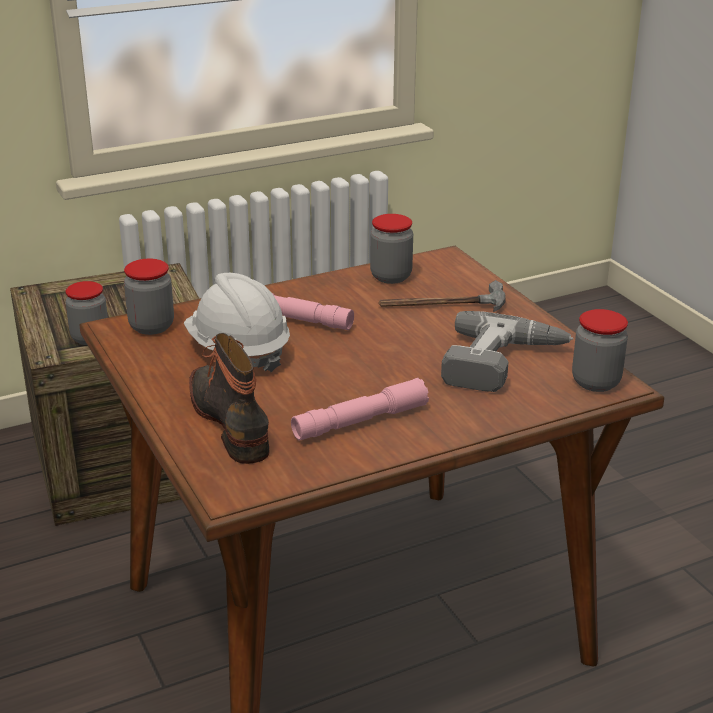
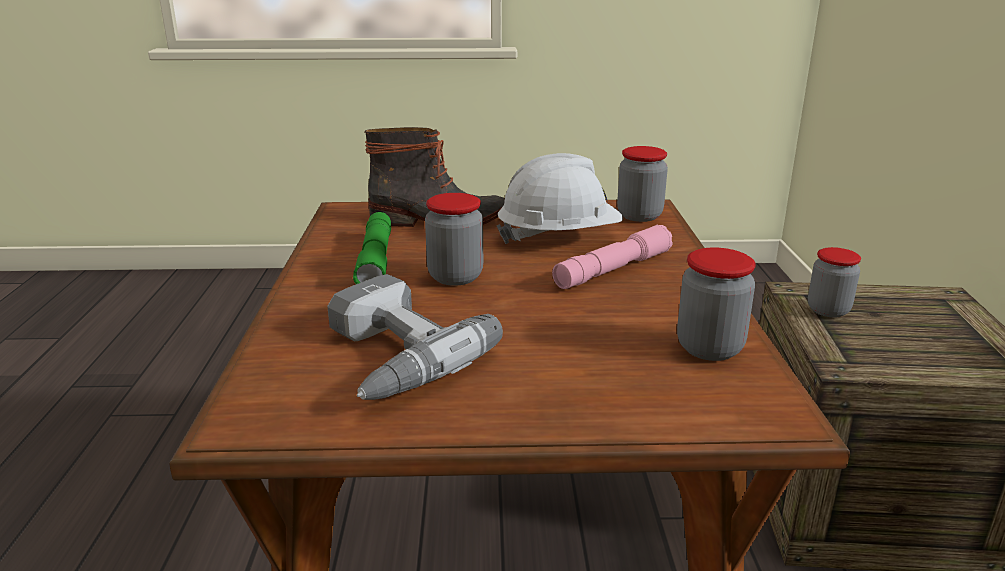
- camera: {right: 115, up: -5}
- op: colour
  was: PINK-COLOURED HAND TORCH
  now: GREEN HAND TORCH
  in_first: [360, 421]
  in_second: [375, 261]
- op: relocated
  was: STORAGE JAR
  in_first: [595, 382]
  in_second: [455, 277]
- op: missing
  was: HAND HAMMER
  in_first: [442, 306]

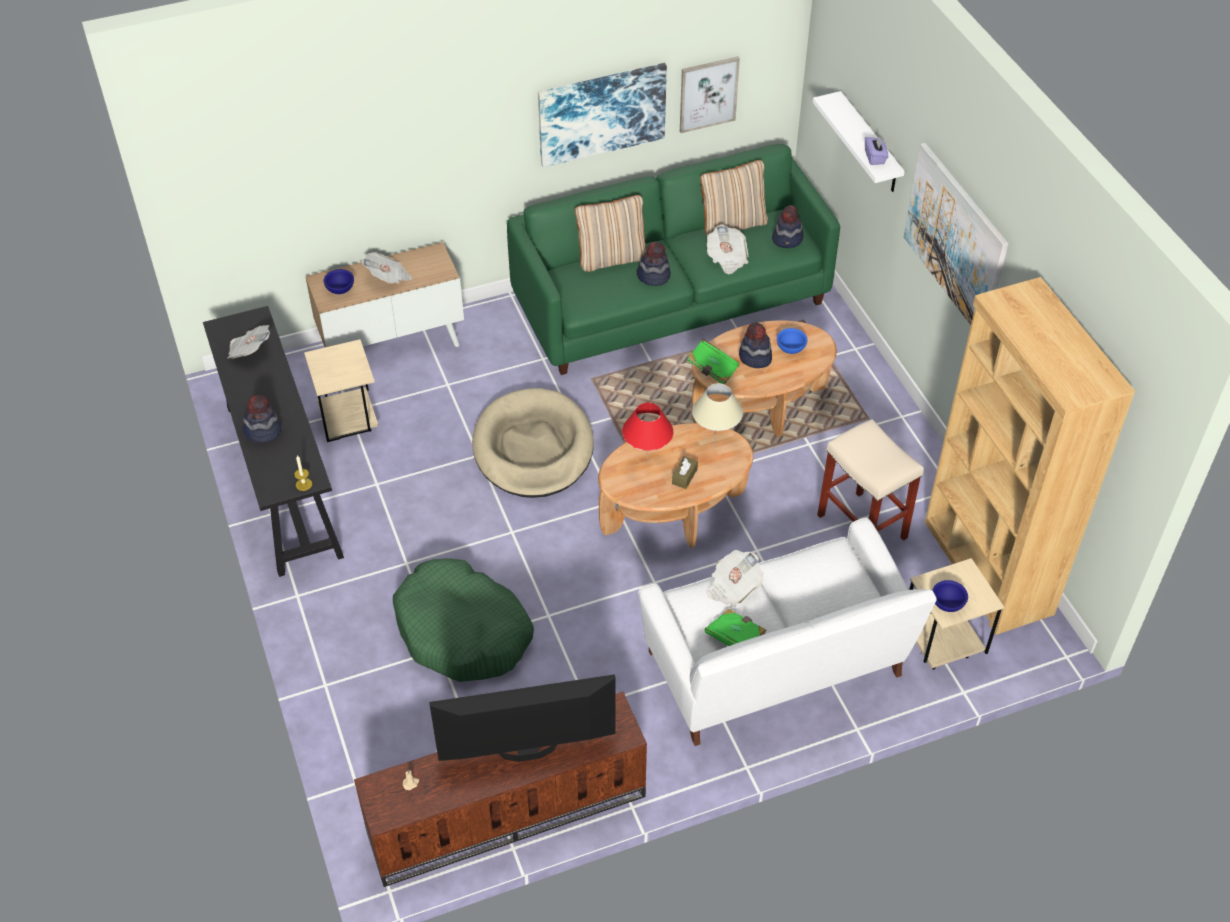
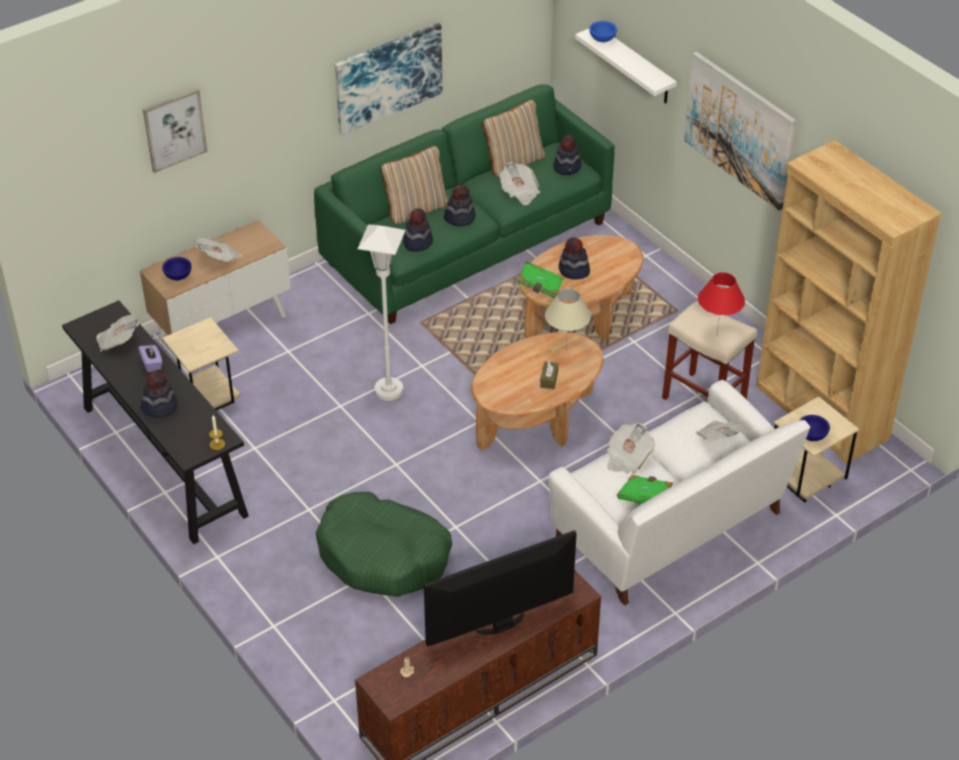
- camera: {right: -15, up: -5}
- op: relocated
  was: PURPLISH TISSUE BOX
  in_first: [875, 157]
  in_second: [152, 364]
- op: relocated
  was: WALL ART
  in_first: [708, 94]
  in_second: [174, 129]
- op: exchanged
  was: BEIGE-COLOURED DOG CUSHION
  now: WHITE-COLOURED STANDARD LAMP
  in_first: [533, 448]
  in_second: [388, 390]
- op: appeared
  now: CLOTHING HAT
  in_second: [417, 242]
- op: relocated
  was: BLUE-COLOURED DEEP DISH
  in_first: [790, 349]
  in_second: [602, 39]
- op: appeared
  now: PRINTED PAPER
  in_second: [719, 438]
- op: relocated
  was: REDDISH TABLETOP LAMP
  in_first: [647, 465]
  in_second: [716, 335]

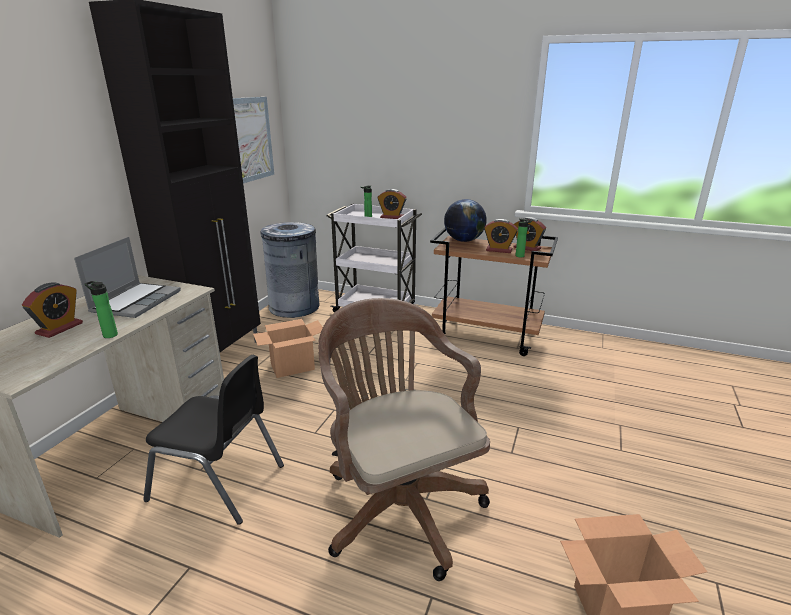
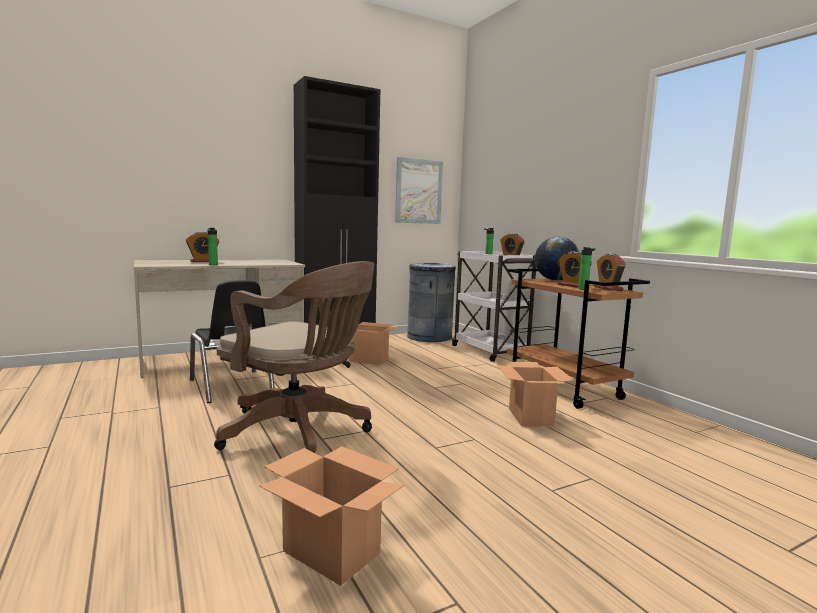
- camera: {right: 40, up: -15}
- op: spun
  was: BROWN-COLOURED DESK CHAIR
  in_first: [399, 503]
  in_second: [301, 433]
  clockwise: 105
- op: appeared
  now: PACKING BOX
  in_second: [530, 417]
- op: missing
  was: NOTEBOOK COMPUTER
  in_first: [136, 301]

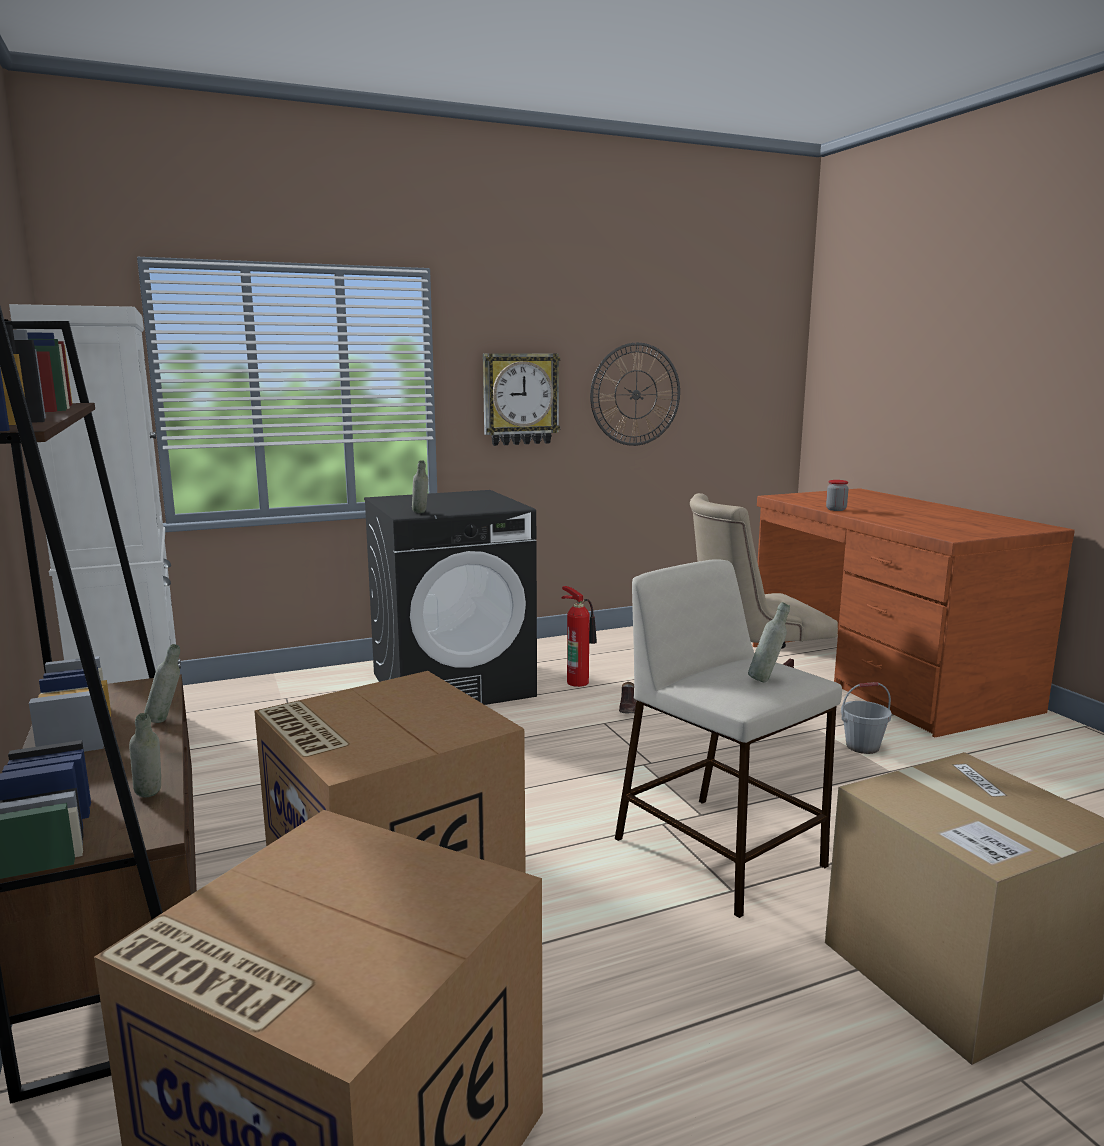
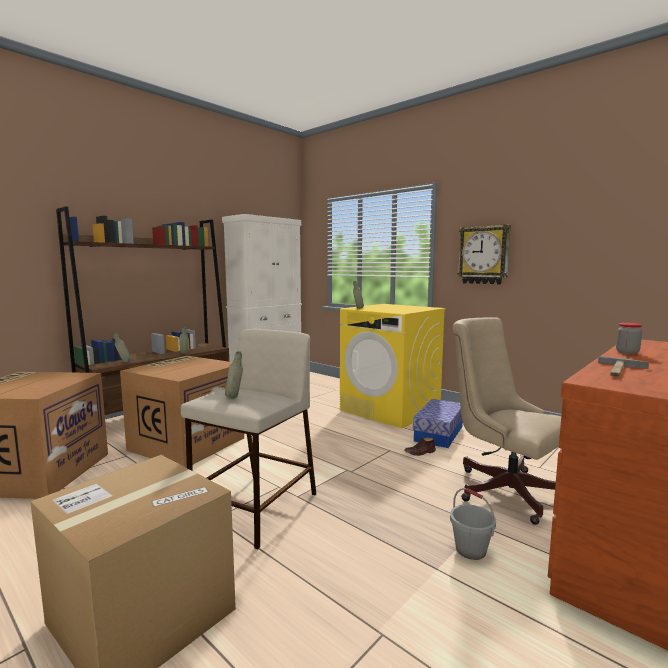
- camera: {right: 65, up: -5}
- op: colour
  was: BLACKISH LAUNDRY APPLIANCE
  now: YELLOW LAUNDRY APPLIANCE
  in_first: [453, 684]
  in_second: [390, 410]
- op: exchanged
  was: EXTINGUISHER
  now: STORAGE CONTAINER
  in_first: [578, 681]
  in_second: [439, 433]
- op: appeared
  now: HAND HAMMER
  in_second: [619, 371]
- op: missing
  was: WALL CLOCK
  in_first: [635, 394]

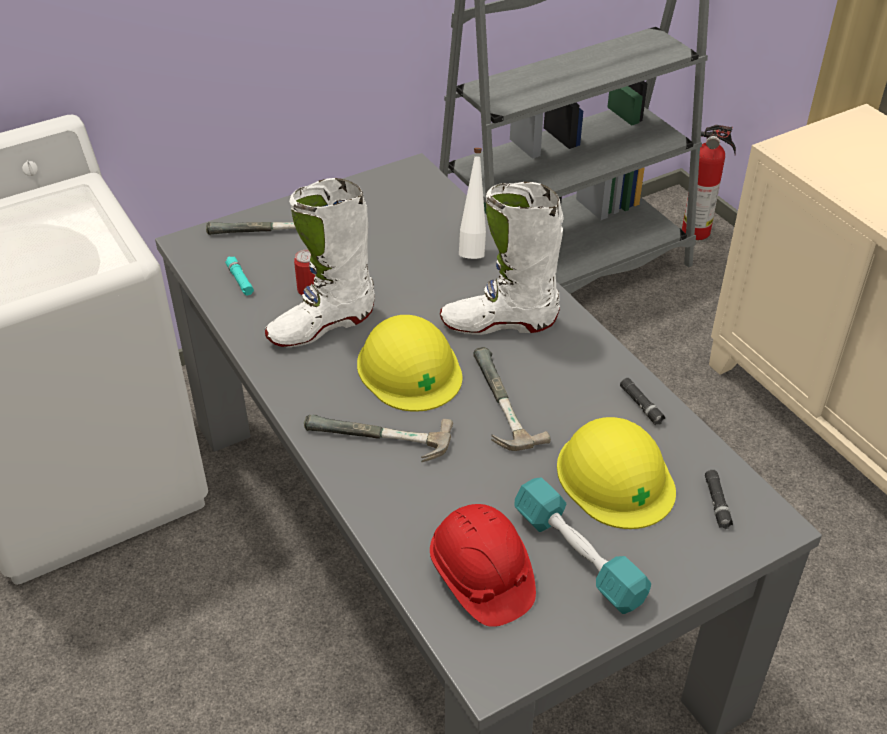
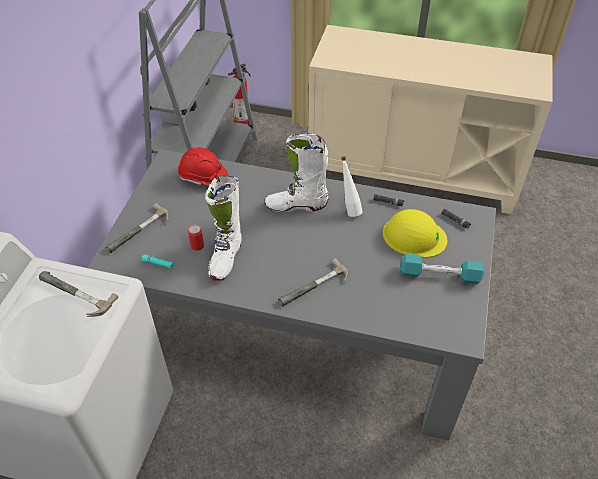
- camera: {right: -45, up: 5}
- op: relocated
  was: HAND HAMMER
  in_first: [495, 403]
  in_second: [73, 297]
- op: relocated
  was: REDDISH SAFETY HELMET
  in_first: [481, 578]
  in_second: [203, 178]
- op: spun
  was: WHITE-COLOURED TALL BOOT
  in_first: [499, 323]
  in_second: [296, 205]
  clockwise: 45
- op: relocated
  was: WHITE-COLOURED BEVERAGE BOTTLE
  in_first: [473, 249]
  in_second: [349, 209]
- op: missing
  was: YELLOW SAFETY HELMET
  in_first: [409, 368]

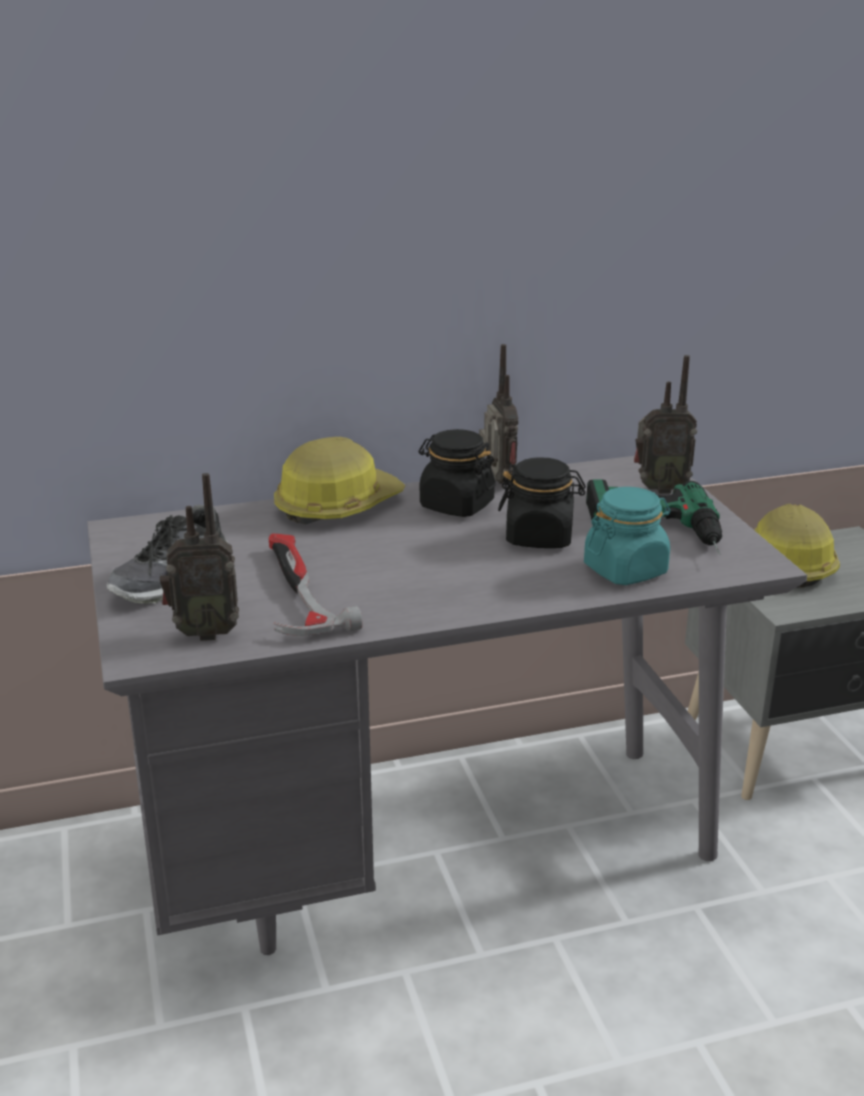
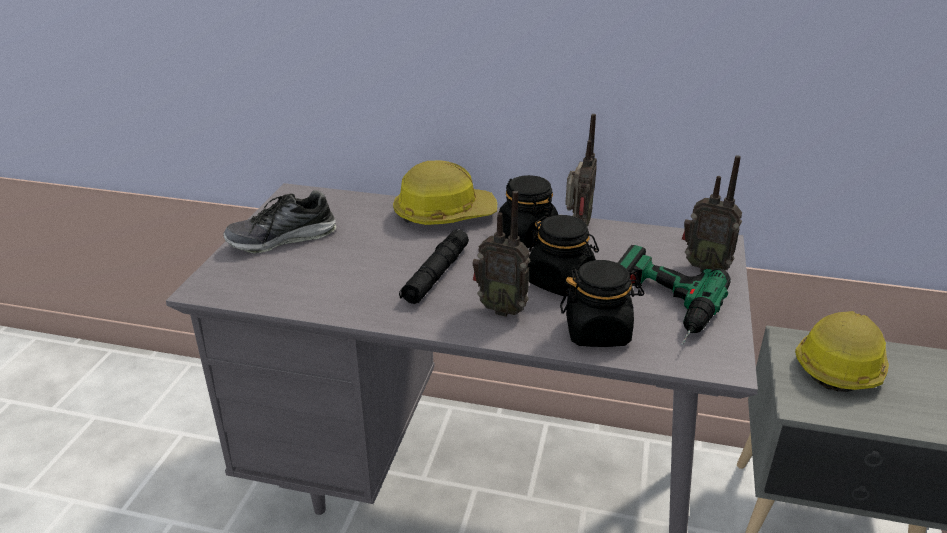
- camera: {right: 30, up: 5}
- op: appeared
  now: BLACKISH HAND TORCH
  in_second: [436, 275]
- op: relocated
  was: RADIO
  in_first: [204, 633]
  in_second: [502, 308]
- op: colour
  was: BLUE-GREEN STORAGE JAR
  now: BLACKISH STORAGE JAR
  in_first: [625, 570]
  in_second: [598, 332]
- op: missing
  was: HAND HAMMER
  in_first: [296, 591]

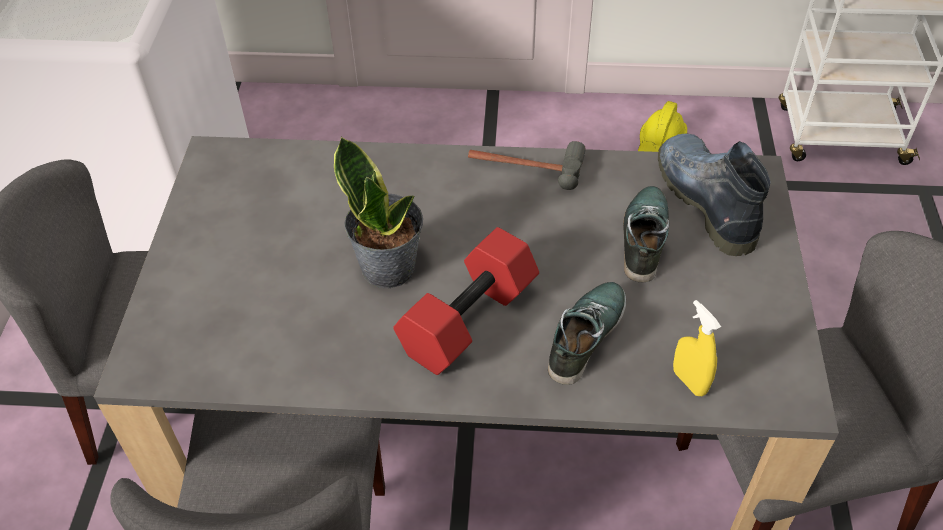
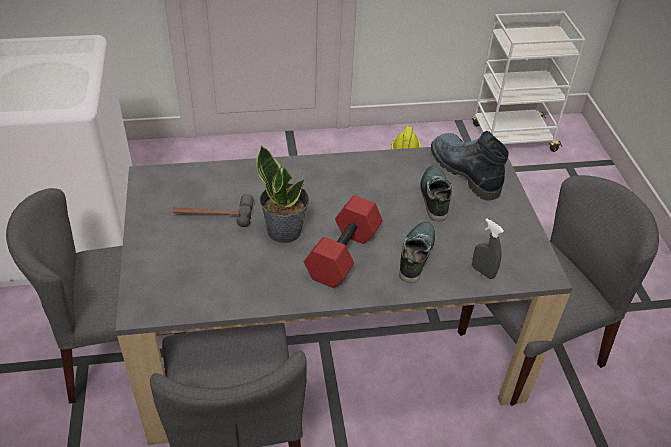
- camera: {right: -15, up: -5}
- op: relocated
  was: HAND HAMMER
  in_first: [525, 166]
  in_second: [213, 214]
- op: colour
  was: YELLOW HAND SPRAYER
  now: GREYISH HAND SPRAYER
  in_first: [689, 381]
  in_second: [483, 272]

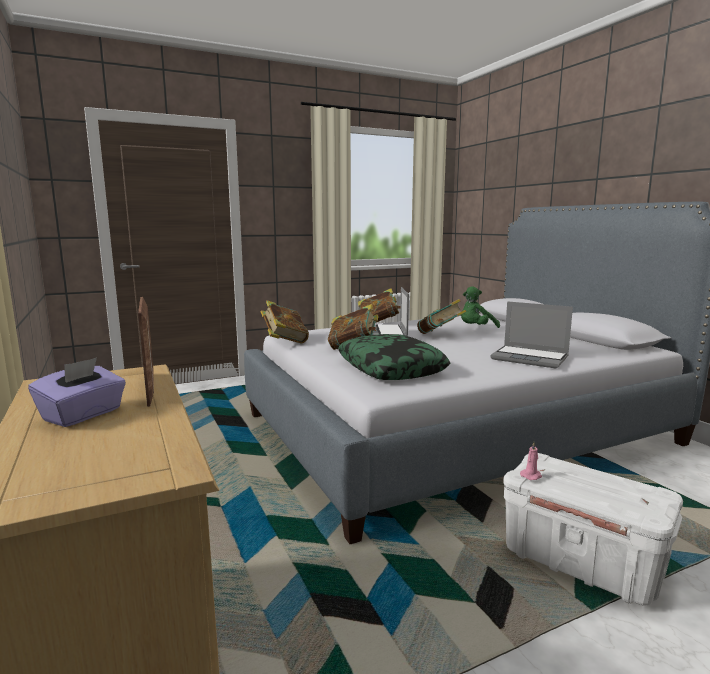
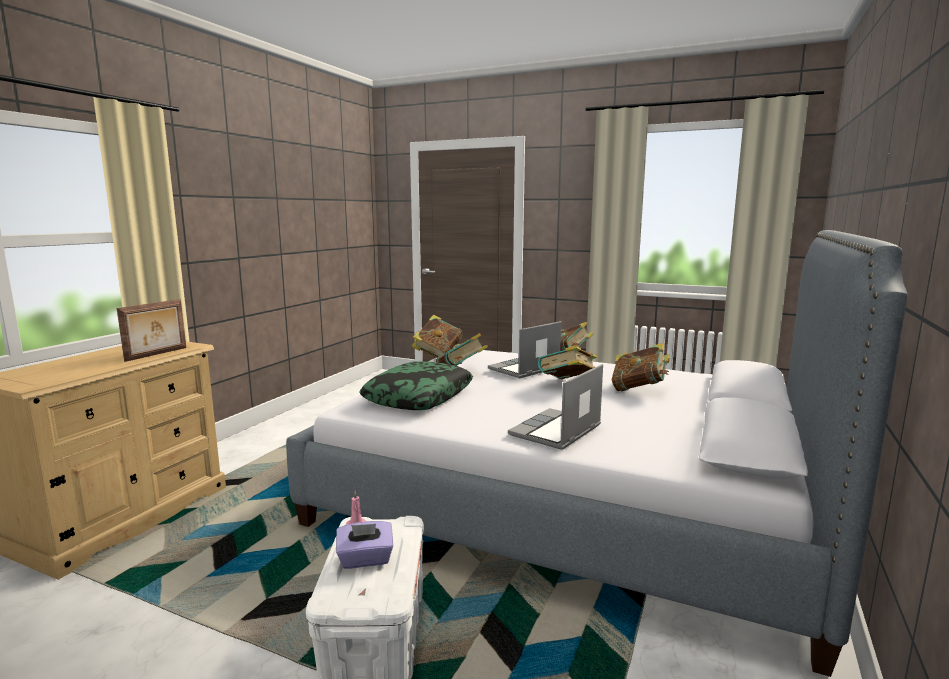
- camera: {right: 50, up: 0}
- op: relocated
  was: PURPLISH TISSUE BOX
  in_first: [83, 415]
  in_second: [365, 560]
- op: spun
  was: NOTEBOOK COMPUTER
  in_first: [530, 358]
  in_second: [556, 431]
  clockwise: 45
- op: exchanged
  was: GREEN PLUSH TOY
  now: BOUND BOOK
  in_first: [476, 329]
  in_second: [639, 389]

